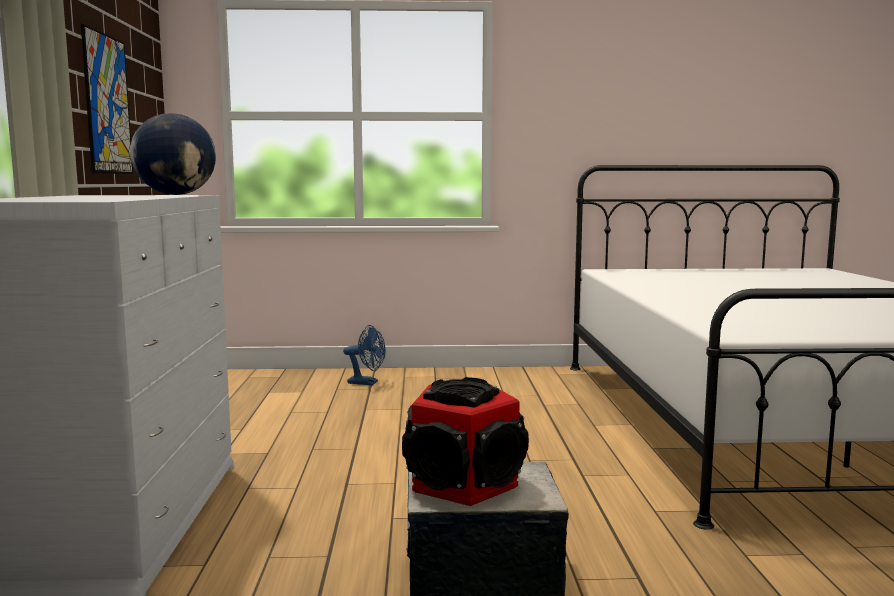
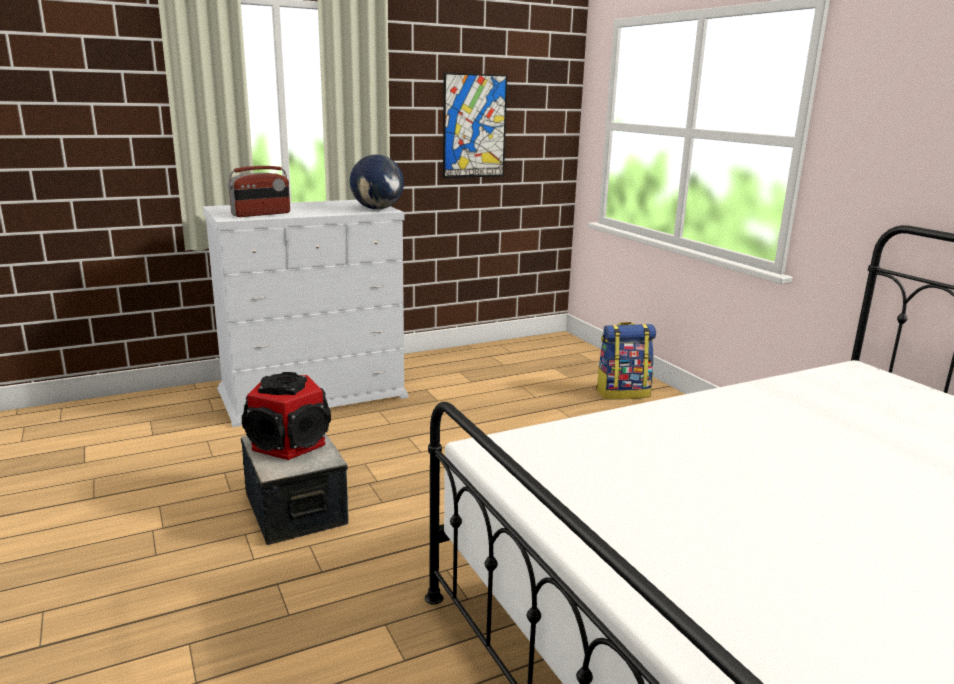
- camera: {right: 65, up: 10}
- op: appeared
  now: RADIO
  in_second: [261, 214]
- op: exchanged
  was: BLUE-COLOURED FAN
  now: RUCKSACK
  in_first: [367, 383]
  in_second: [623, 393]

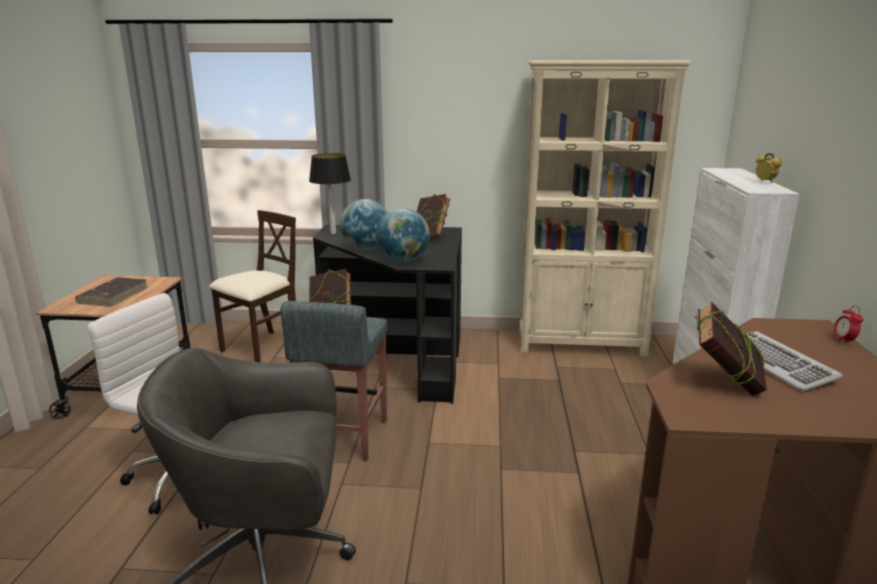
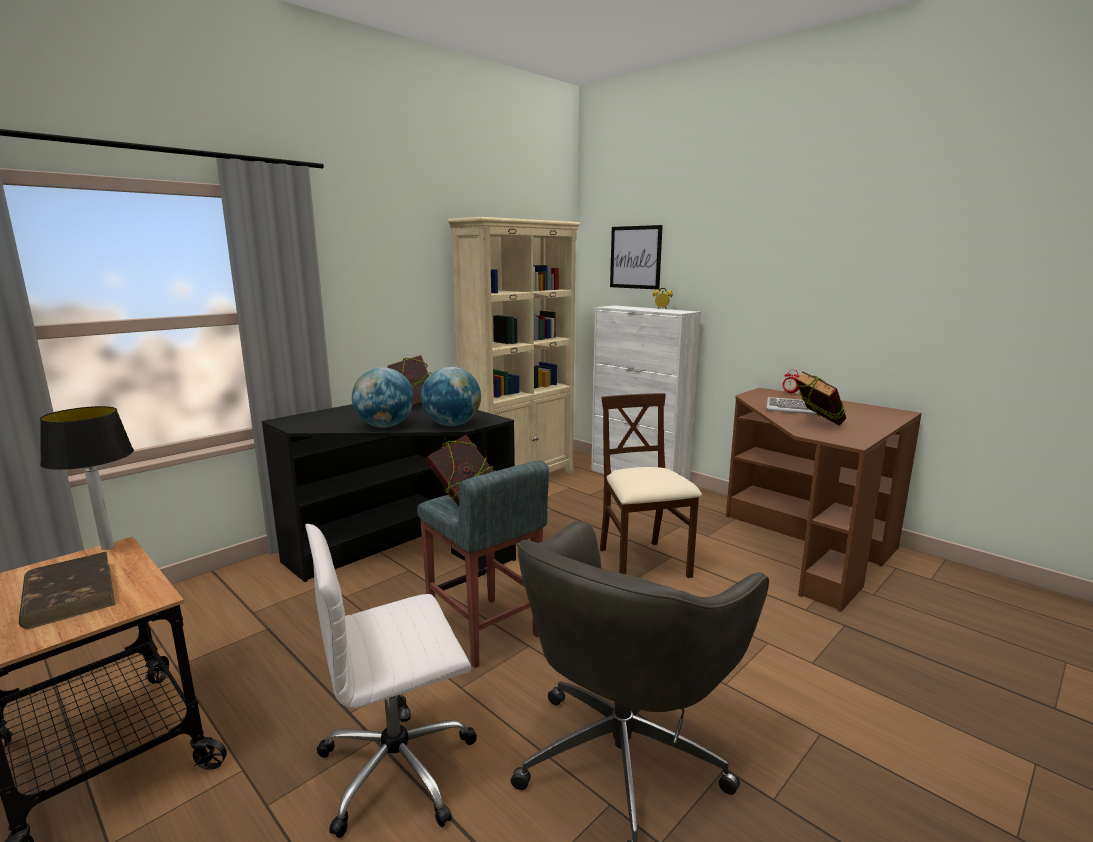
- camera: {right: -50, up: -5}
- op: relocated
  was: TABLETOP LAMP
  in_first: [333, 233]
  in_second: [107, 546]
- op: relocated
  was: BEIGE-COLOURED CHAIR
  in_first: [262, 348]
  in_second: [642, 563]
- op: appeared
  now: WALL ART
  in_second: [635, 257]

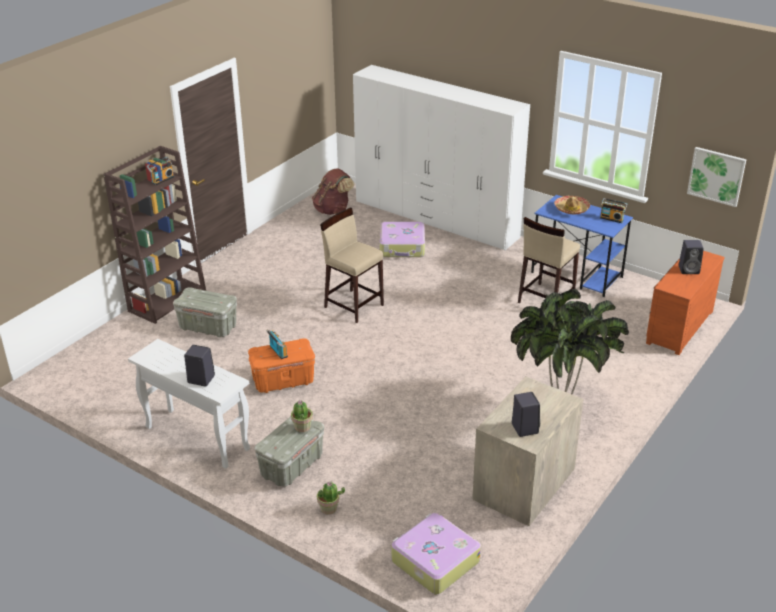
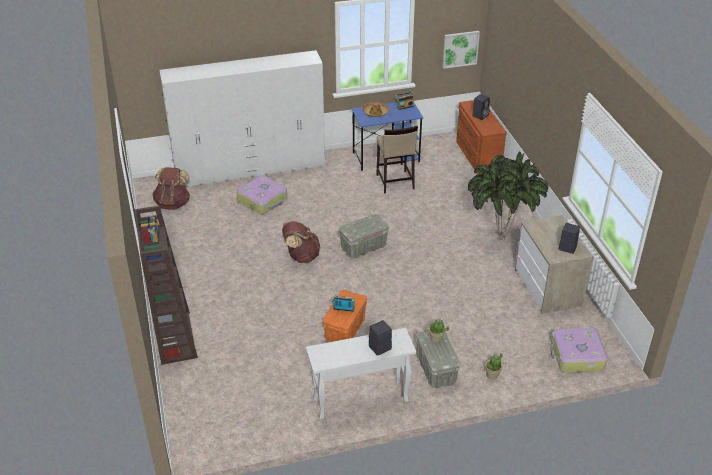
- camera: {right: -50, up: 5}
- op: exchanged
  was: BEIGE-COLOURED SITTING STOOL
  now: BROWN-COLOURED RUCKSACK
  in_first: [354, 305]
  in_second: [301, 256]
- op: relocated
  was: GREYISH STORAGE CONTAINER
  in_first: [208, 327]
  in_second: [363, 247]

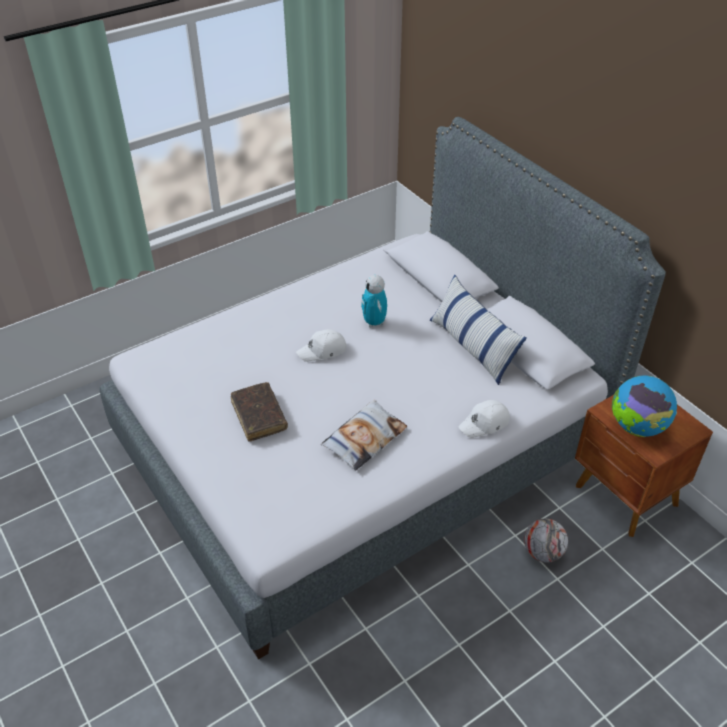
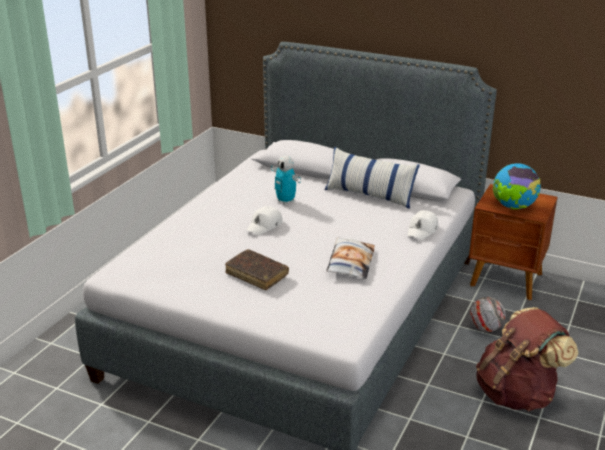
- camera: {right: -30, up: -15}
- op: appeared
  now: BROWN-COLOURED RUCKSACK
  in_second: [517, 394]

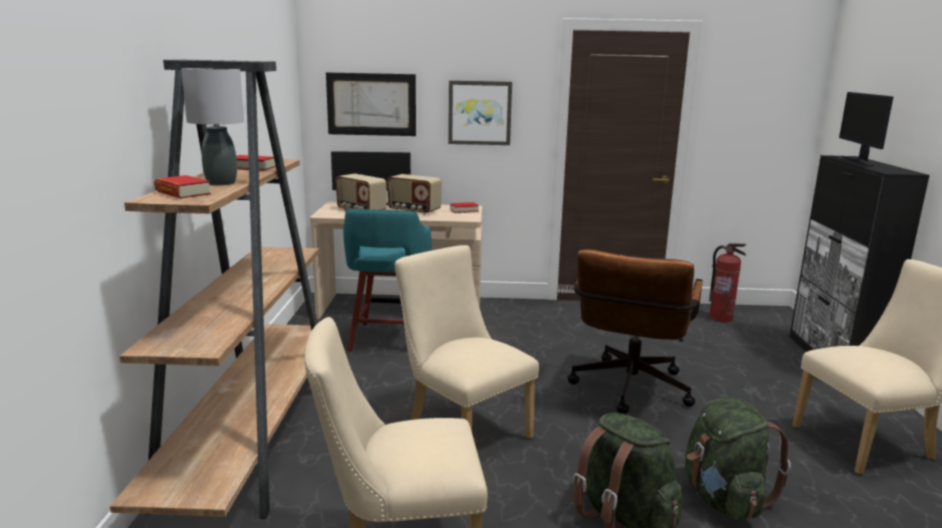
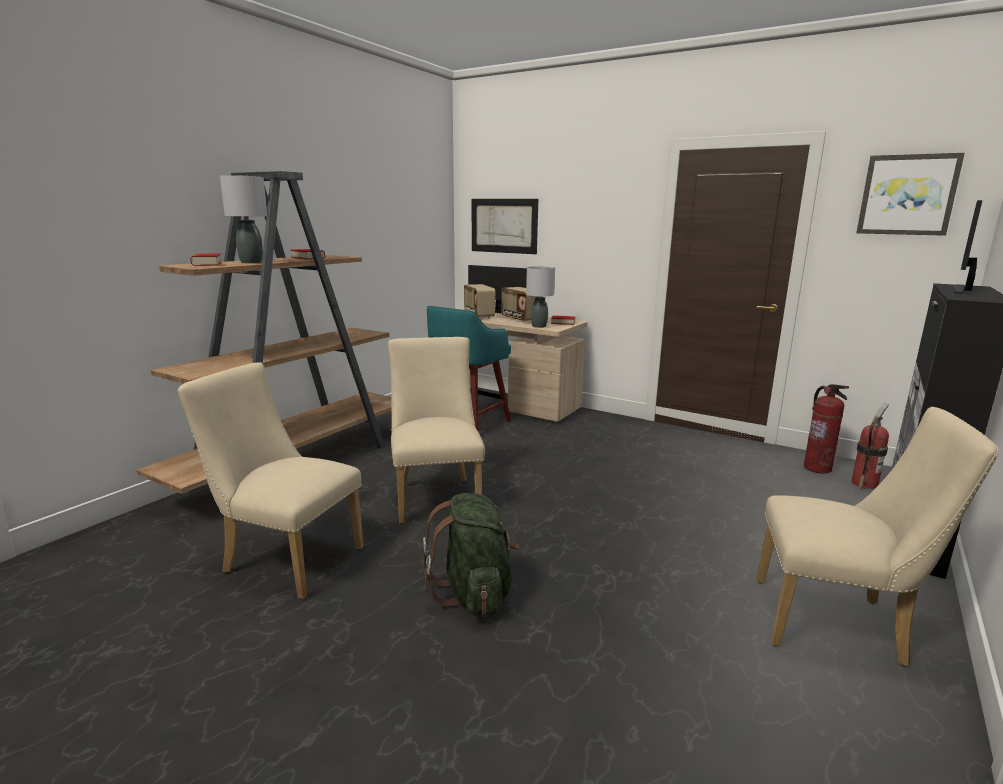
- camera: {right: 30, up: 0}
- op: appeared
  now: GREYISH TABLETOP LAMP
  in_second: [539, 326]
- op: appeared
  now: EXTINGUISHER
  in_second: [864, 484]
- op: relocated
  was: WALL ART
  in_first: [479, 113]
  in_second: [907, 195]
- op: missing
  was: BROWN-COLOURED DESK CHAIR
  in_first: [628, 392]
- op: missing
  was: GREEN RUCKSACK
  in_first: [723, 498]

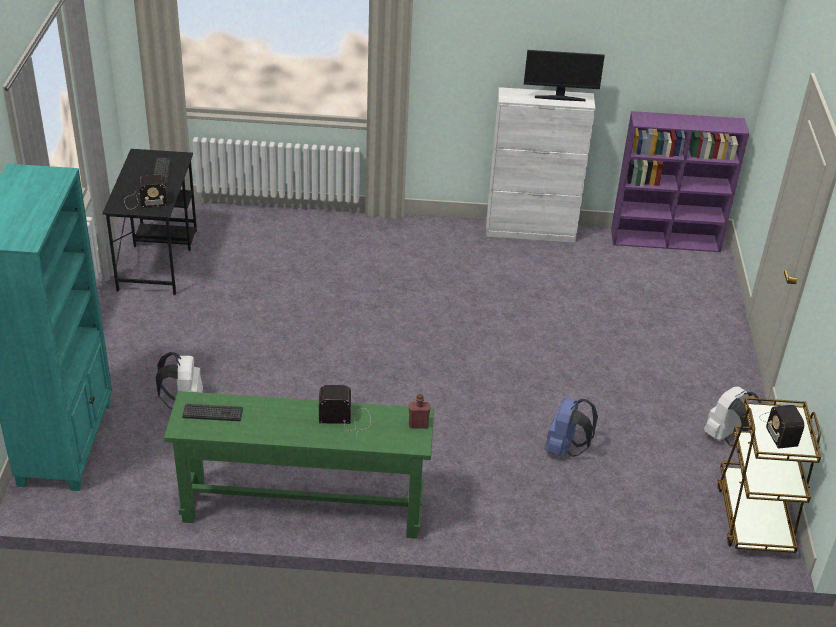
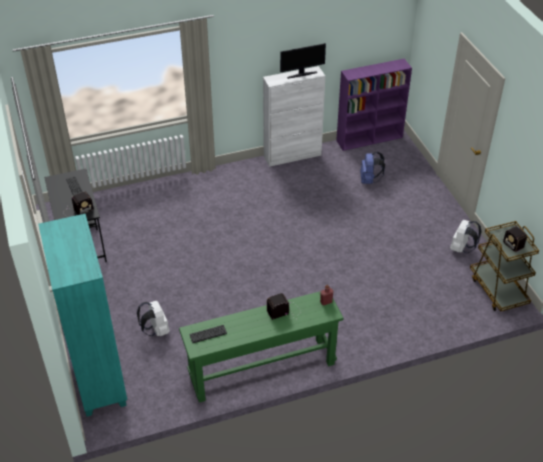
- camera: {right: -20, up: 5}
- op: relocated
  was: BLUE-COLOURED RUCKSACK
  in_first: [565, 448]
  in_second: [369, 180]

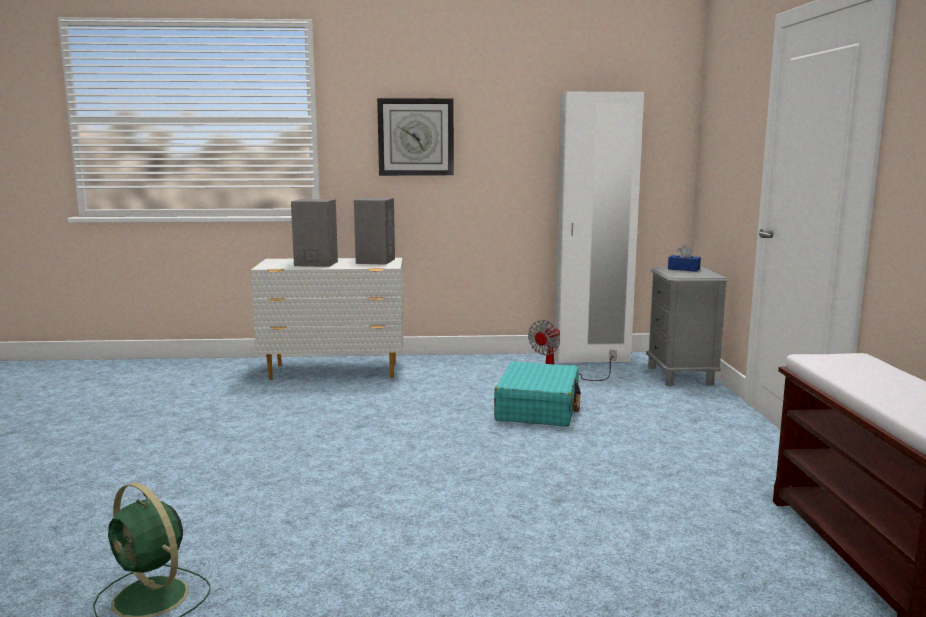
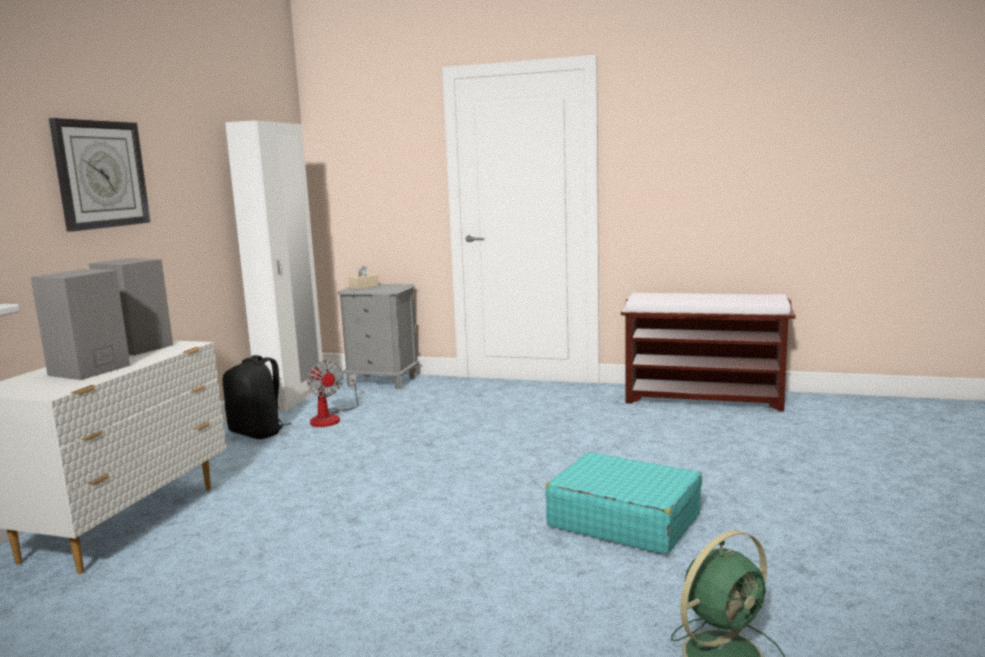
- camera: {right: -70, up: 0}
- op: appeared
  now: BLACKISH RUCKSACK
  in_second: [258, 433]
- op: colour
  was: BLUE-COLOURED TISSUE BOX
  now: BEIGE-COLOURED TISSUE BOX
  in_first: [683, 269]
  in_second: [364, 287]
- op: relocated
  was: BLUE-GREEN PIECE OF LUGGAGE
  in_first: [538, 408]
  in_second: [623, 520]

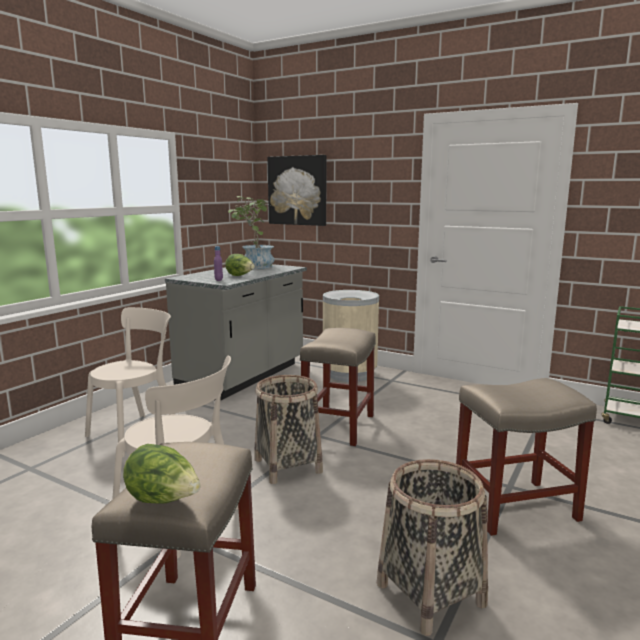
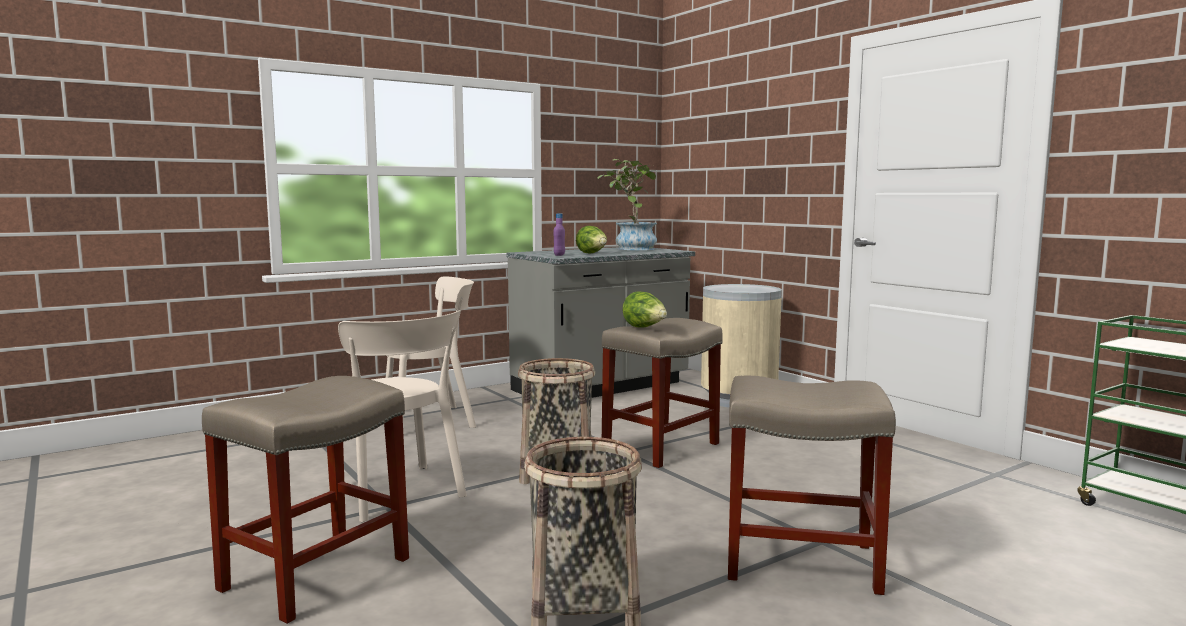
- camera: {right: 25, up: -5}
- op: relocated
  was: LETTUCE HEAD
  in_first: [164, 500]
  in_second: [645, 328]
- op: missing
  was: WALL ART
  in_first: [297, 190]

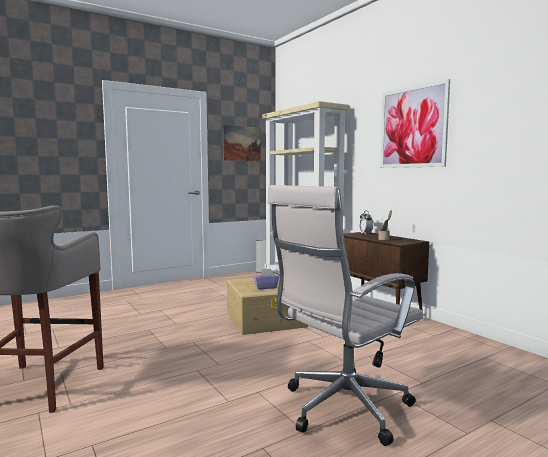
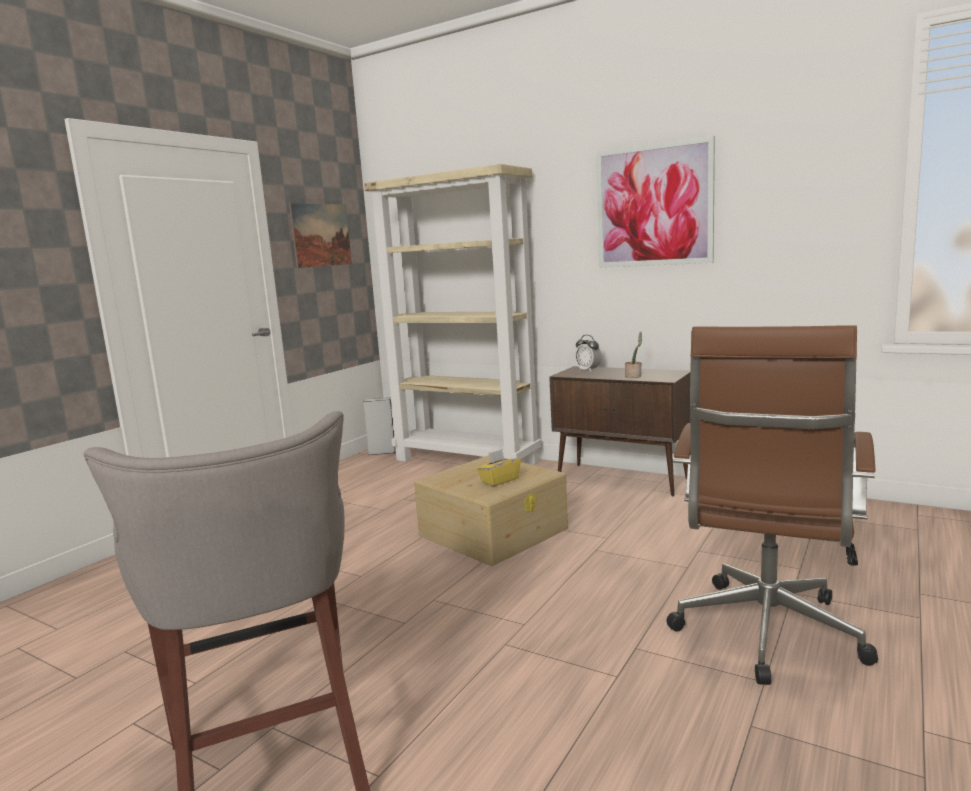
- camera: {right: -25, up: 5}
- op: colour
  was: PURPLISH TISSUE BOX
  now: YELLOW TISSUE BOX
  in_first: [266, 287]
  in_second: [499, 481]
- op: colour
  was: WHITE-COLOURED DESK CHAIR
  now: BROWN-COLOURED DESK CHAIR
  in_first: [341, 409]
  in_second: [766, 635]

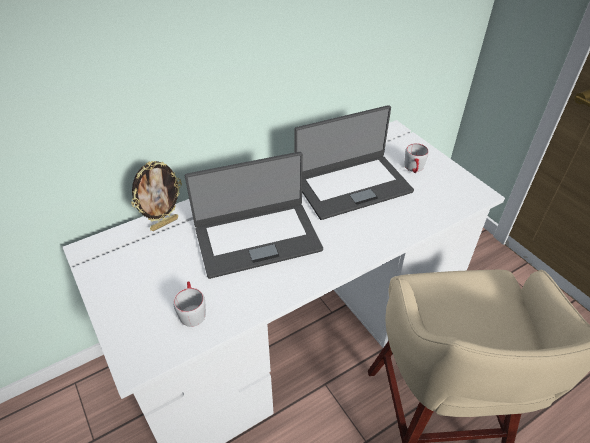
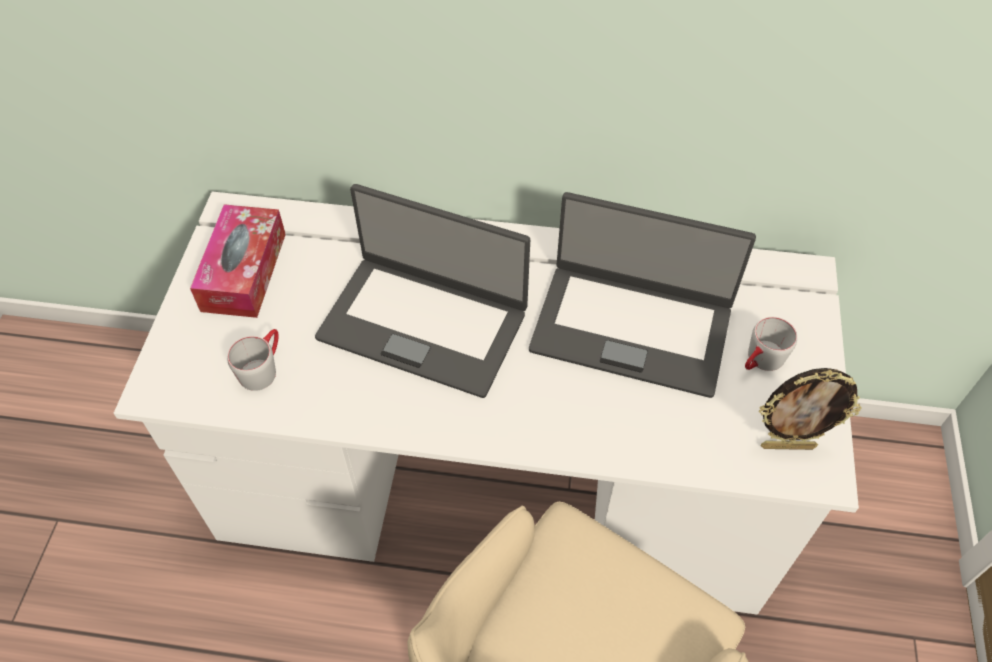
- camera: {right: 40, up: 10}
- op: appeared
  now: TISSUE BOX
  in_second: [244, 271]
- op: relocated
  was: STANDING FRAME
  in_first: [164, 223]
  in_second: [787, 445]

